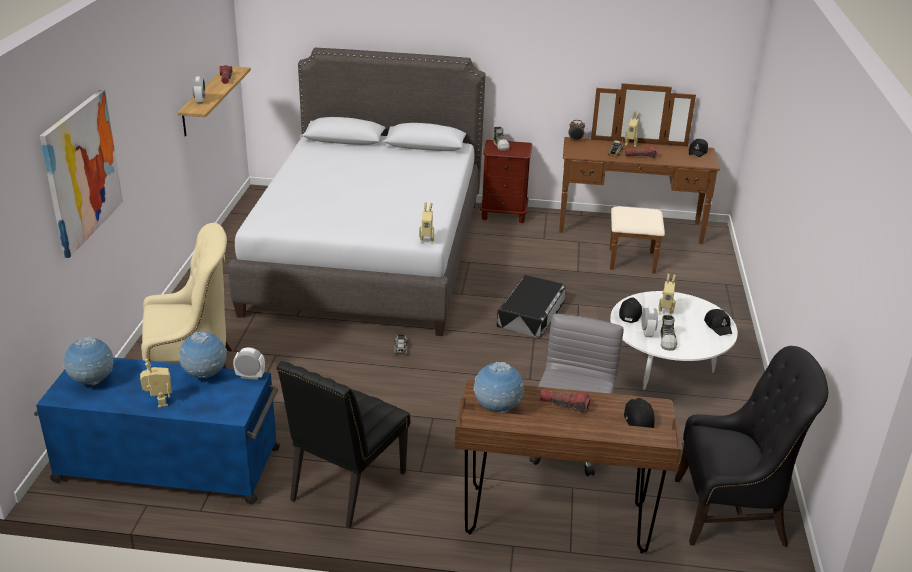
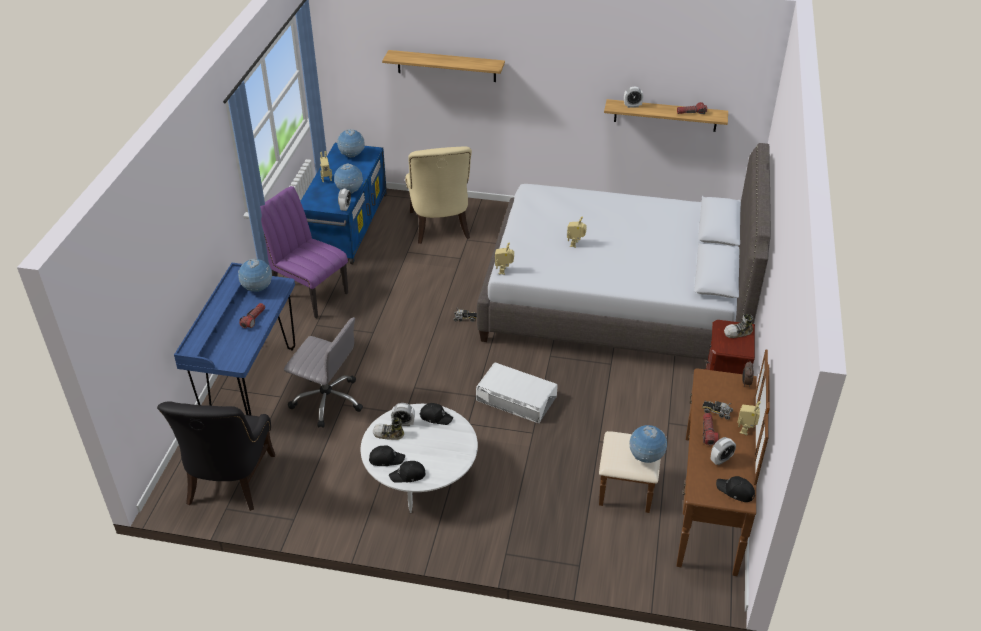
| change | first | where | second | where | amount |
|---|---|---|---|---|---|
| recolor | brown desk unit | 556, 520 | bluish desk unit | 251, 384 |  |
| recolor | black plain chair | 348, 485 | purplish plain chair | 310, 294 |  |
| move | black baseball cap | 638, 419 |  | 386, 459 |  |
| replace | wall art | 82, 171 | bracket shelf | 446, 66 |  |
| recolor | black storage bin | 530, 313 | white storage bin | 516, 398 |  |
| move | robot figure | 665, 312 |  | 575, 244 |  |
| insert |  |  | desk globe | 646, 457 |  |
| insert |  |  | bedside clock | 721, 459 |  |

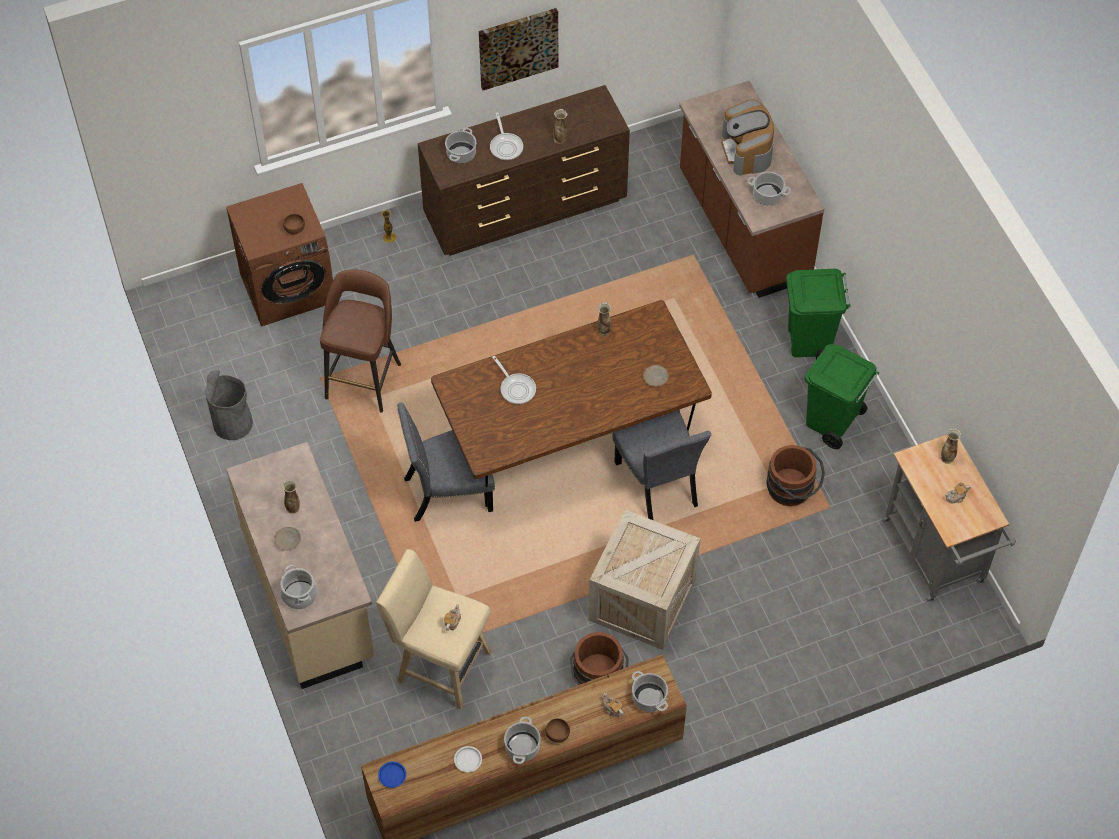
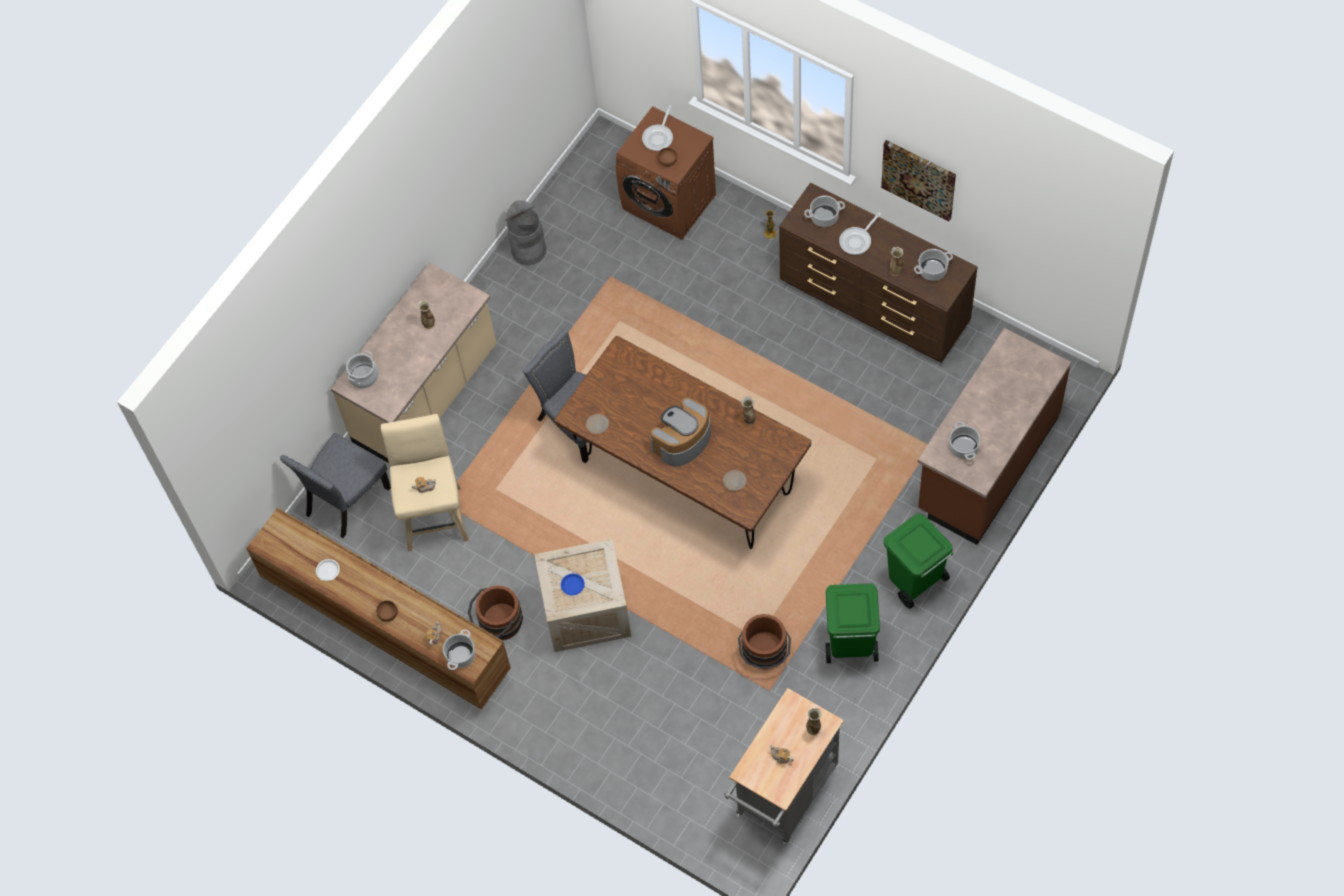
| change | first | where | second | where | amount |
|---|---|---|---|---|---|
| move | gray plain chair | 658, 481 |  | 347, 498 |  |
| move | bluish plate | 392, 775 |  | 572, 585 |  |
| move | sand-coloured plate | 288, 540 |  | 598, 425 |  |
| move | skillet | 516, 388 |  | 659, 137 |  |
| move | coffee brewer | 747, 150 |  | 682, 441 |  |
| move | saucepot | 522, 746 |  | 933, 270 |  |
| delete | brown stool seat | 364, 379 |  |  |  |

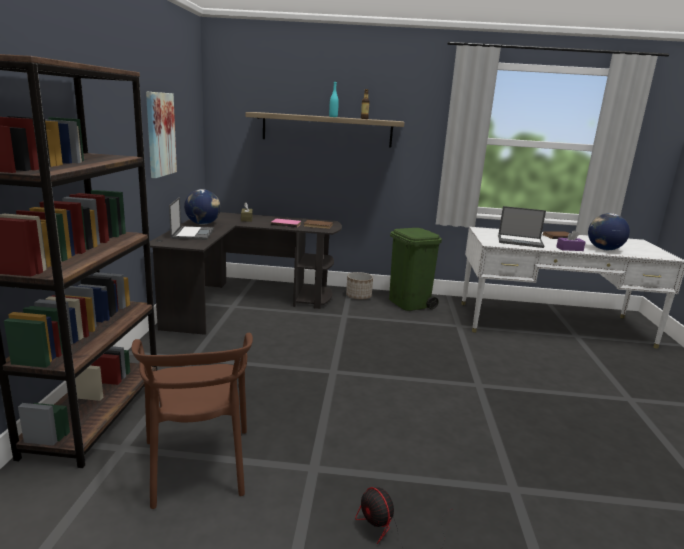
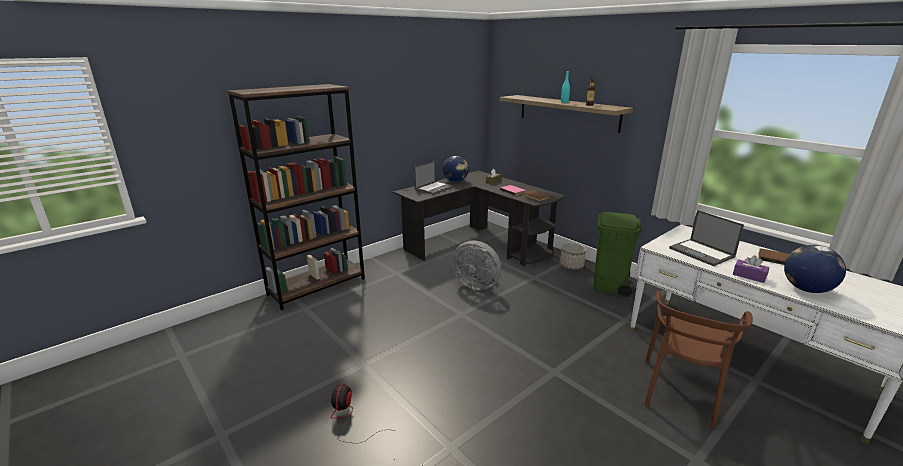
| change | first | where | second | where | amount |
|---|---|---|---|---|---|
| insert |  |  | gray fan | 476, 284 |  |
| move | brown plain chair | 198, 465 |  | 681, 391 |  |
| delete | wall art | 160, 134 |  |  |  |

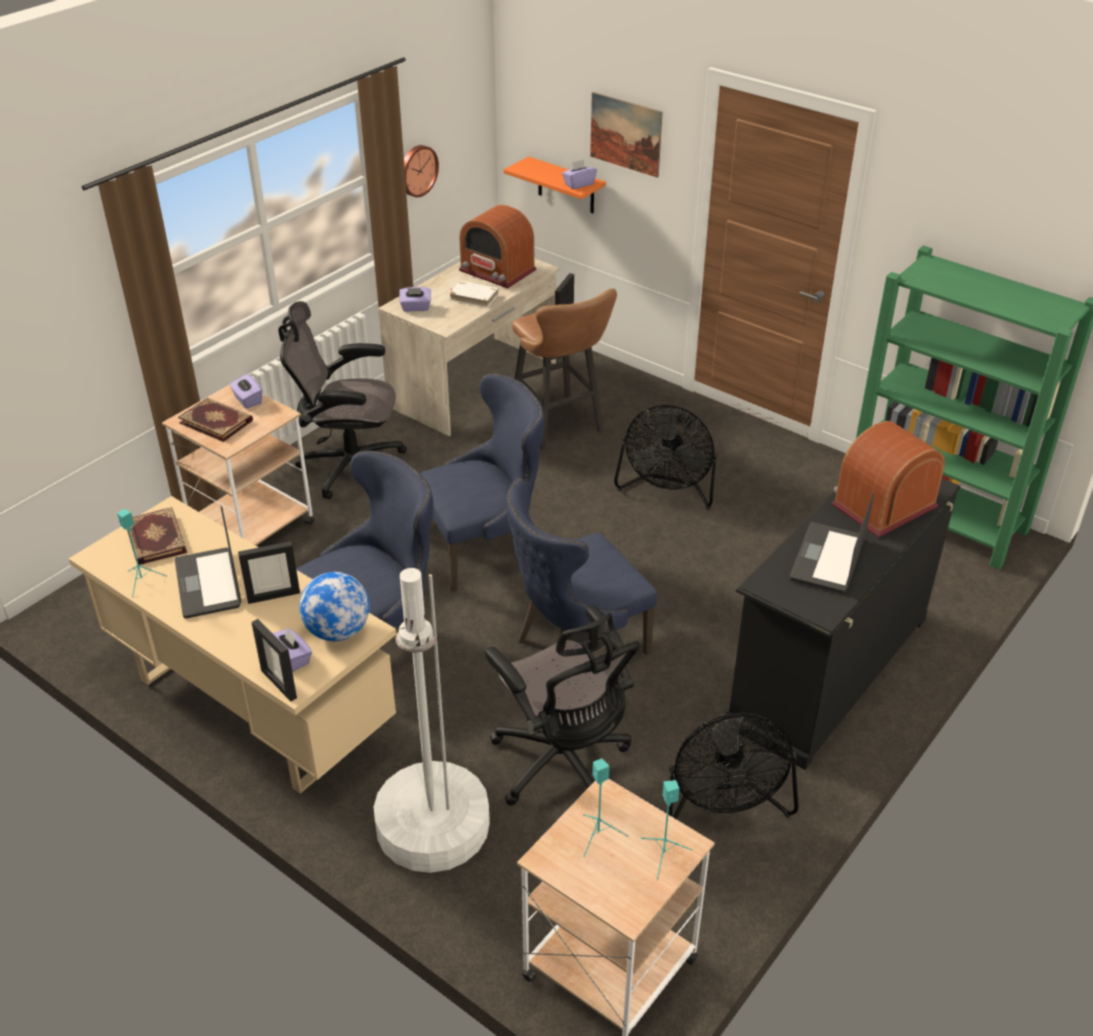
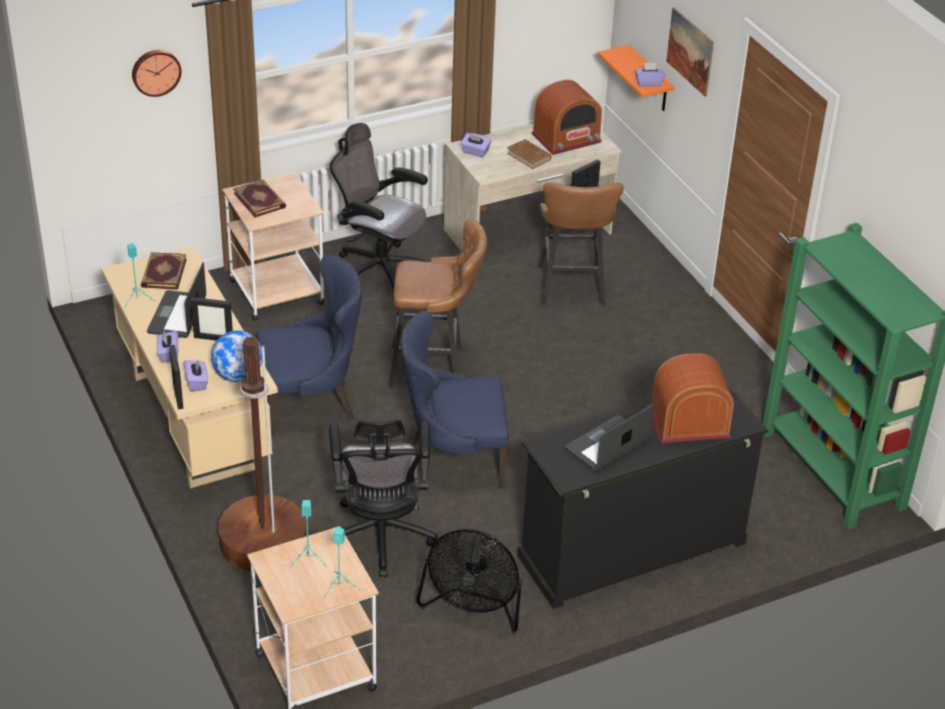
| change | first | where | second | where | amount |
|---|---|---|---|---|---|
| move | clock on the wall | 417, 170 |  | 155, 72 |  |
| move | purplish box of tissues | 247, 400 |  | 168, 354 |  |
| recolor | white floor lamp | 432, 826 | brown floor lamp | 262, 542 |  |
| replace | bluish plain chair | 484, 549 | brown stool seat | 436, 368 |  |
| recolor | white volume | 473, 297 | brown volume | 528, 156 |  |
| rotate | radio receiver | 497, 270 |  | 566, 138 | 90 degrees counterclockwise |
| delete | black fan | 665, 487 |  |  |  |

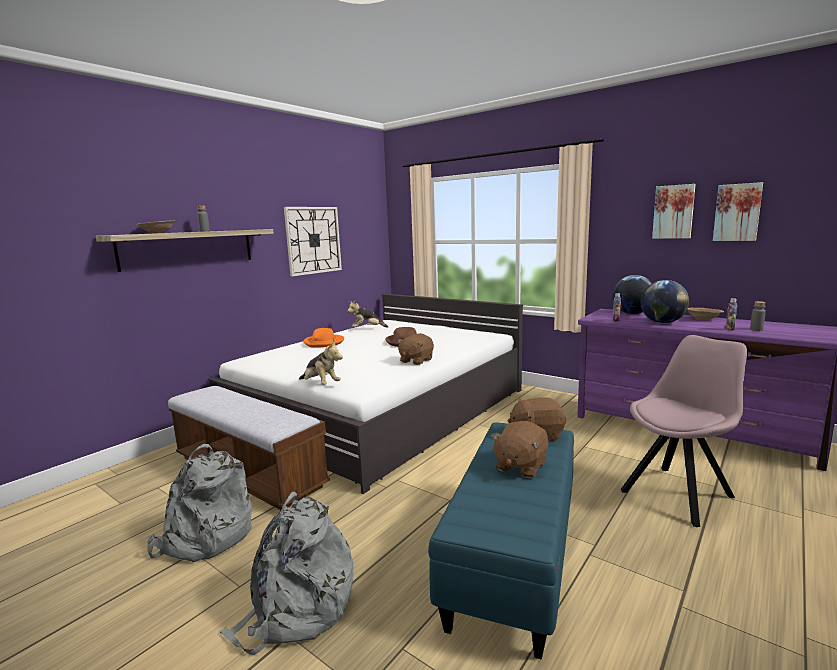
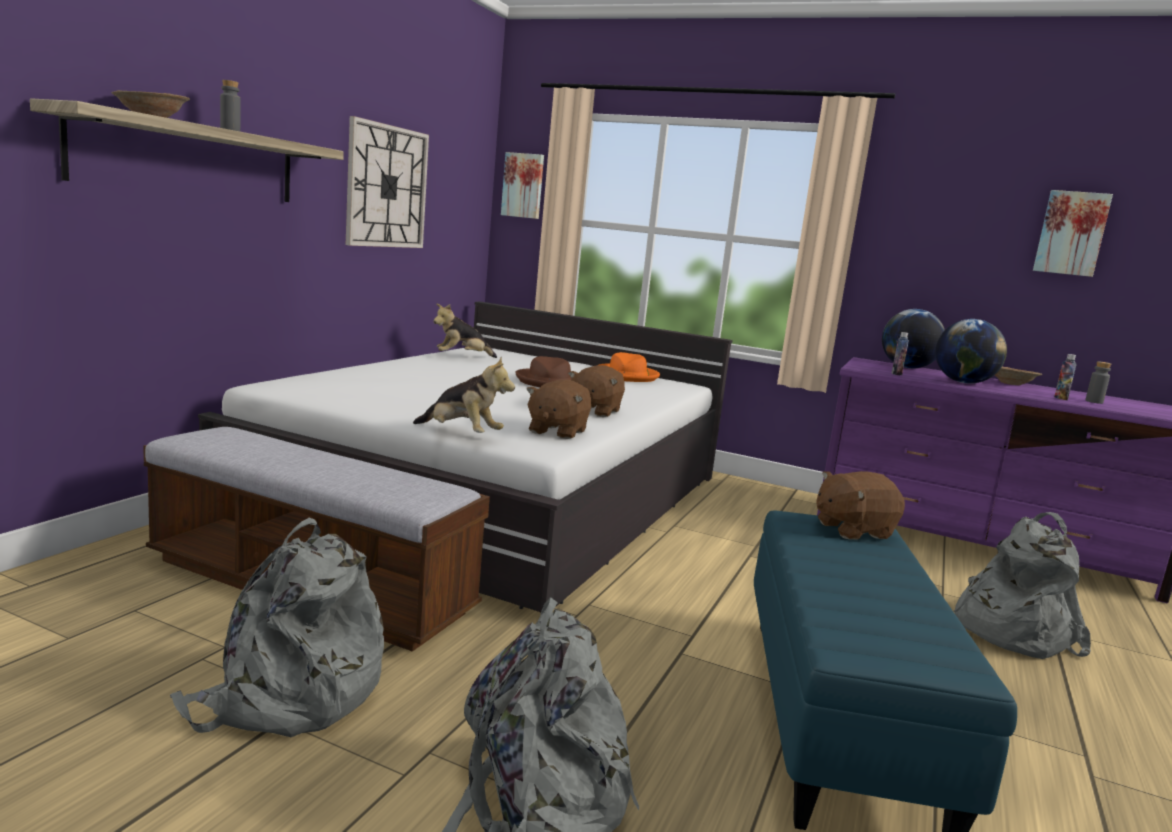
| change | first | where | second | where | amount |
|---|---|---|---|---|---|
| move | wall art | 673, 212 |  | 523, 185 |  |
| move | brown cuddly toy | 520, 466 |  | 557, 431 |  |
| move | orangey hat | 324, 343 |  | 628, 376 |  |
| replace | pinkish plain chair | 678, 494 | gray knapsack | 1009, 630 |  |

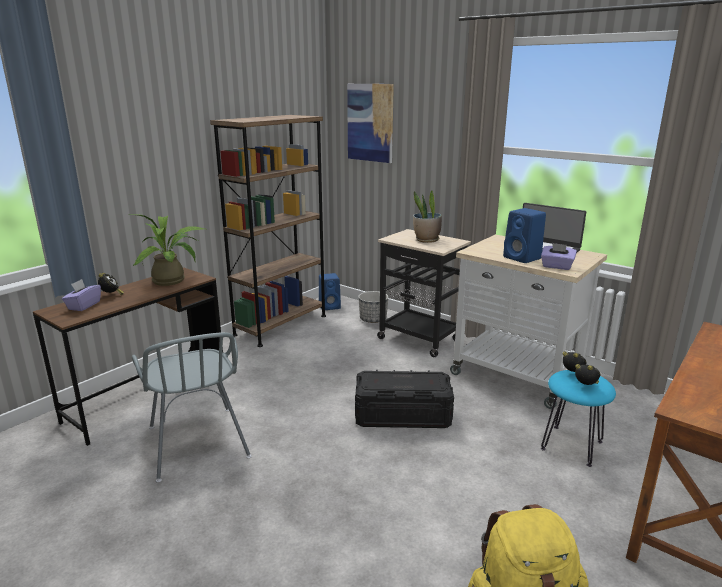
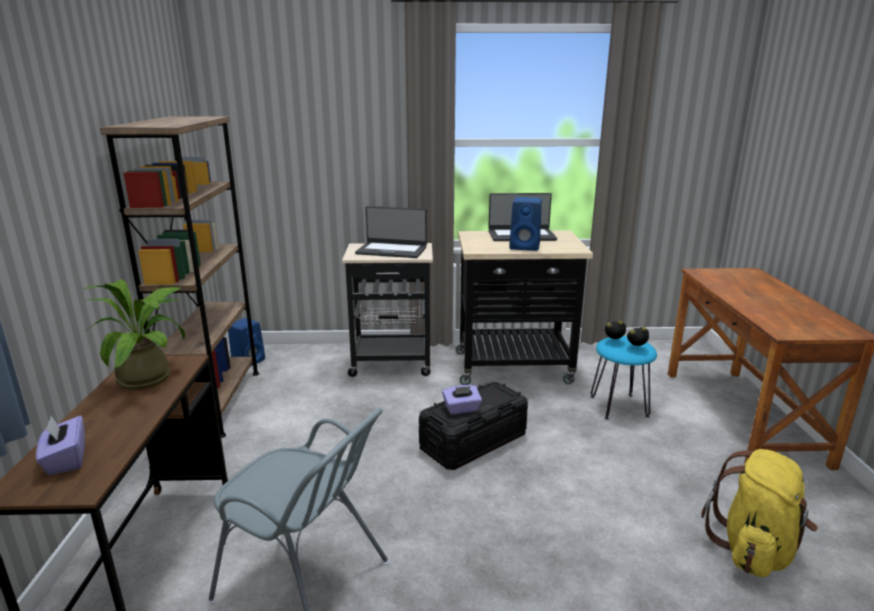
| change | first | where | second | where | amount |
|---|---|---|---|---|---|
| replace | houseplant | 426, 240 | notebook computer | 392, 250 |  |
| move | purplish box of tissues | 556, 266 |  | 461, 409 |  |
| recolor | white wheeled cart | 516, 377 | black wheeled cart | 513, 367 |  |
| delete | bedside clock | 111, 295 |  |  |  |
| delete | wall art | 370, 123 |  |  |  |
| delete | plant pot | 373, 319 |  |  |  |

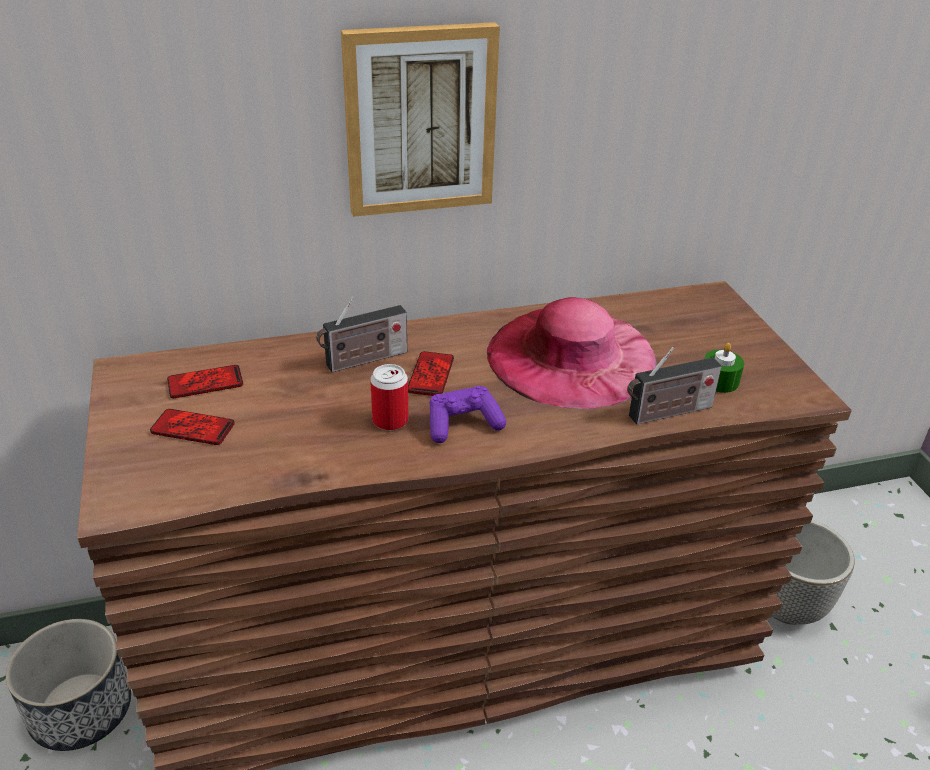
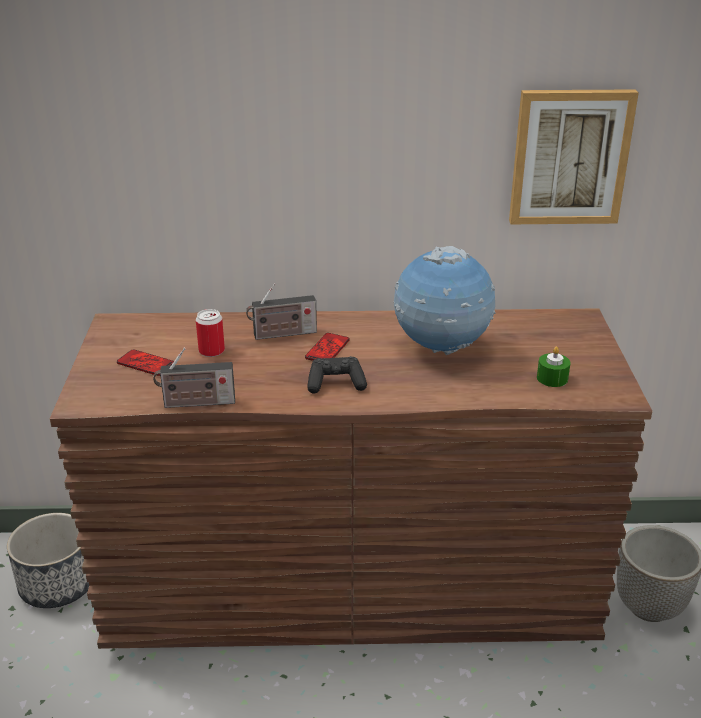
| change | first | where | second | where | amount |
|---|---|---|---|---|---|
| move | radio receiver | 667, 413 |  | 196, 403 |  |
| move | can | 390, 420 |  | 211, 351 |  |
| recolor | purplish joypad | 462, 424 | black joypad | 336, 384 |  |
| replace | pinkish hat | 571, 356 | desk globe | 441, 349 |  |
| move | wall art | 420, 120 |  | 569, 157 |  |
| delete | handset | 205, 383 |  |  |  |

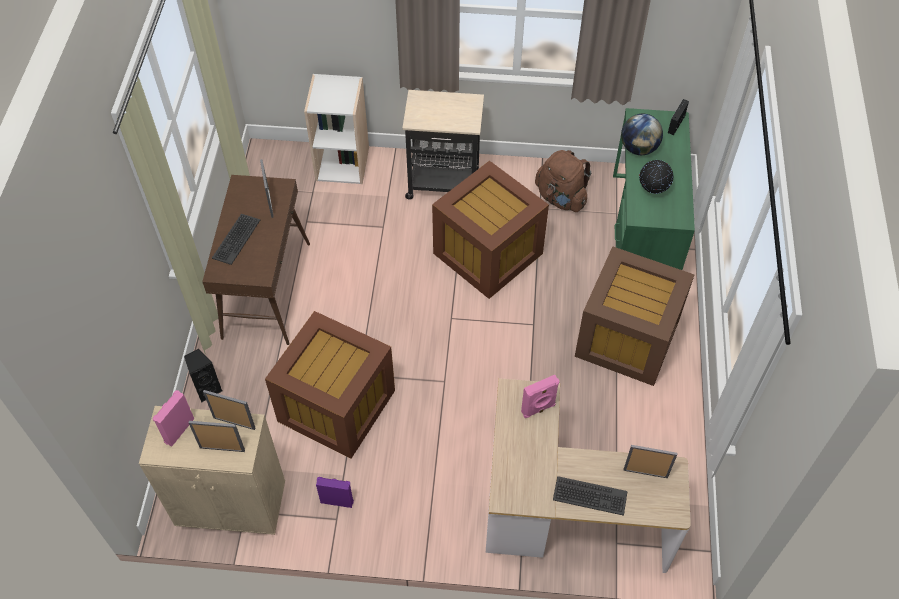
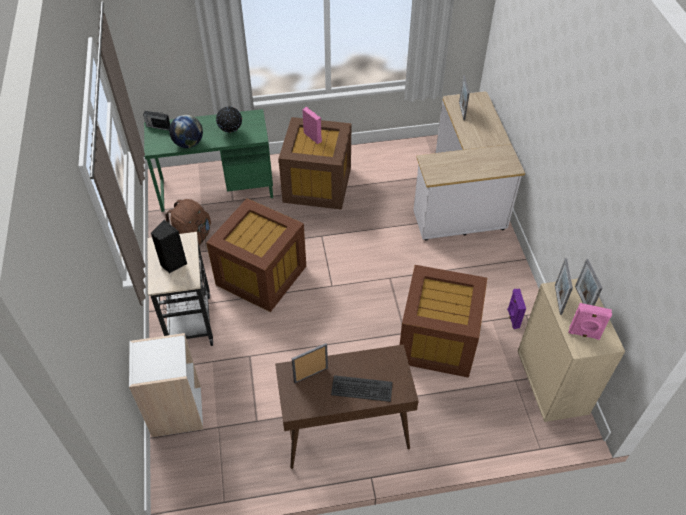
| change | first | where | second | where | amount |
|---|---|---|---|---|---|
| move | black speaker | 207, 389 |  | 173, 263 |  |
| move | pinkish speaker | 538, 409 |  | 313, 137 |  |
| delete | computer keyboard | 589, 496 |  |  |  |

